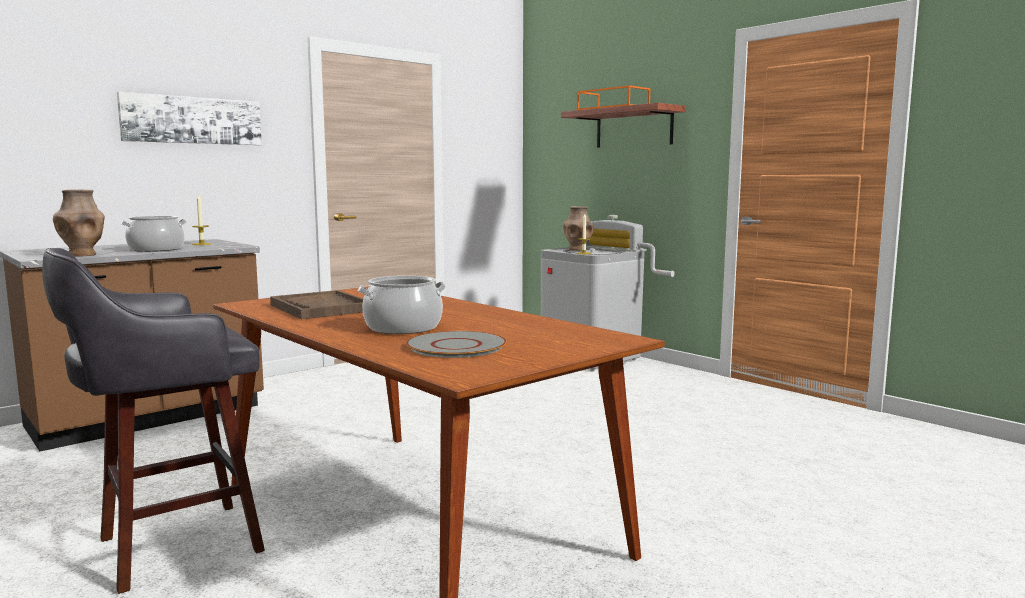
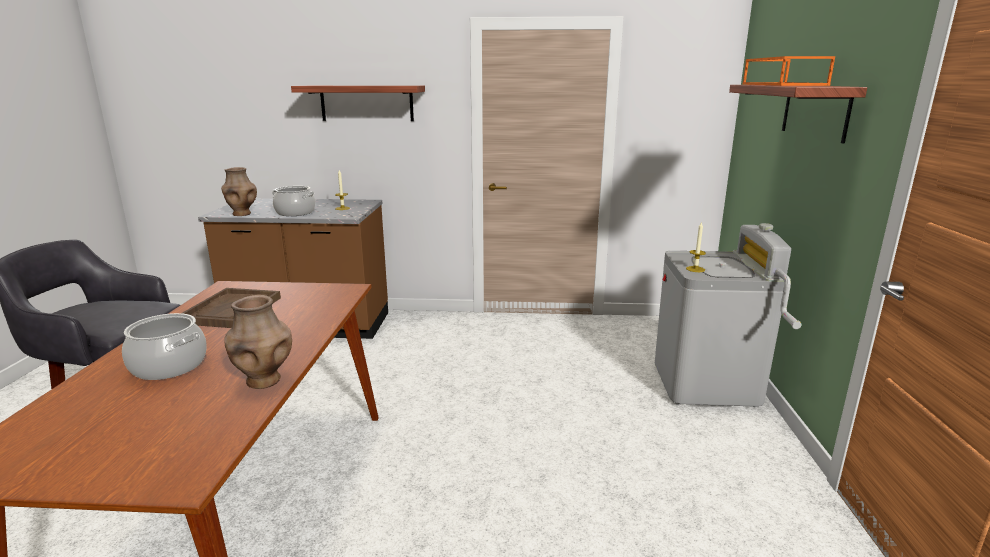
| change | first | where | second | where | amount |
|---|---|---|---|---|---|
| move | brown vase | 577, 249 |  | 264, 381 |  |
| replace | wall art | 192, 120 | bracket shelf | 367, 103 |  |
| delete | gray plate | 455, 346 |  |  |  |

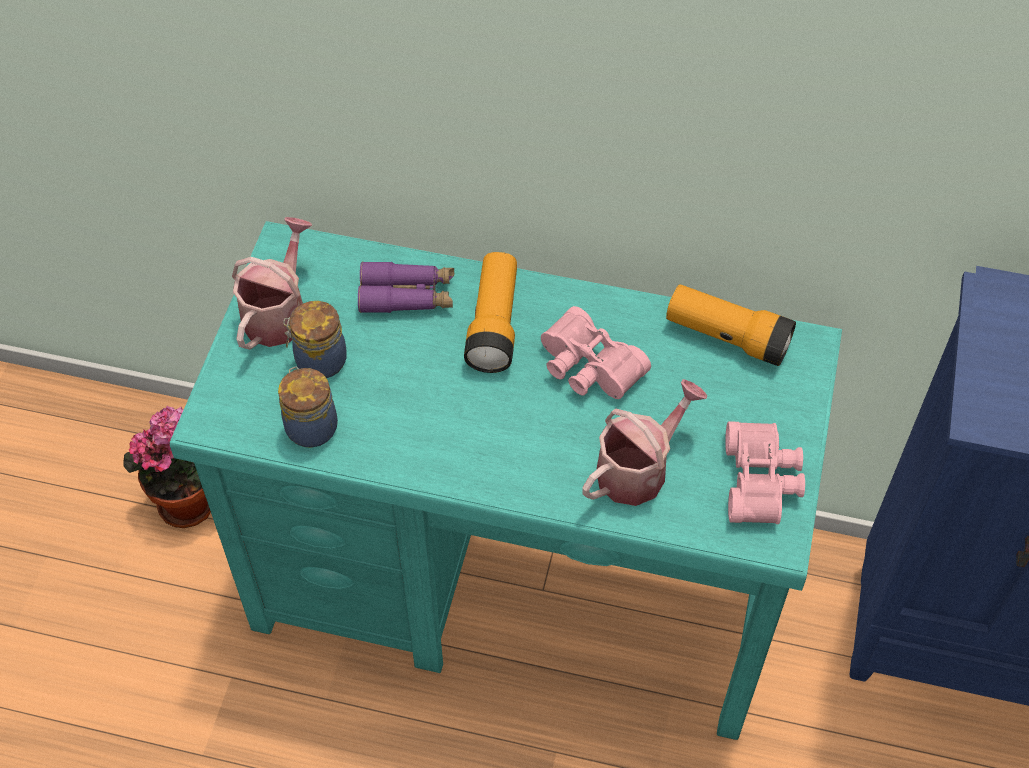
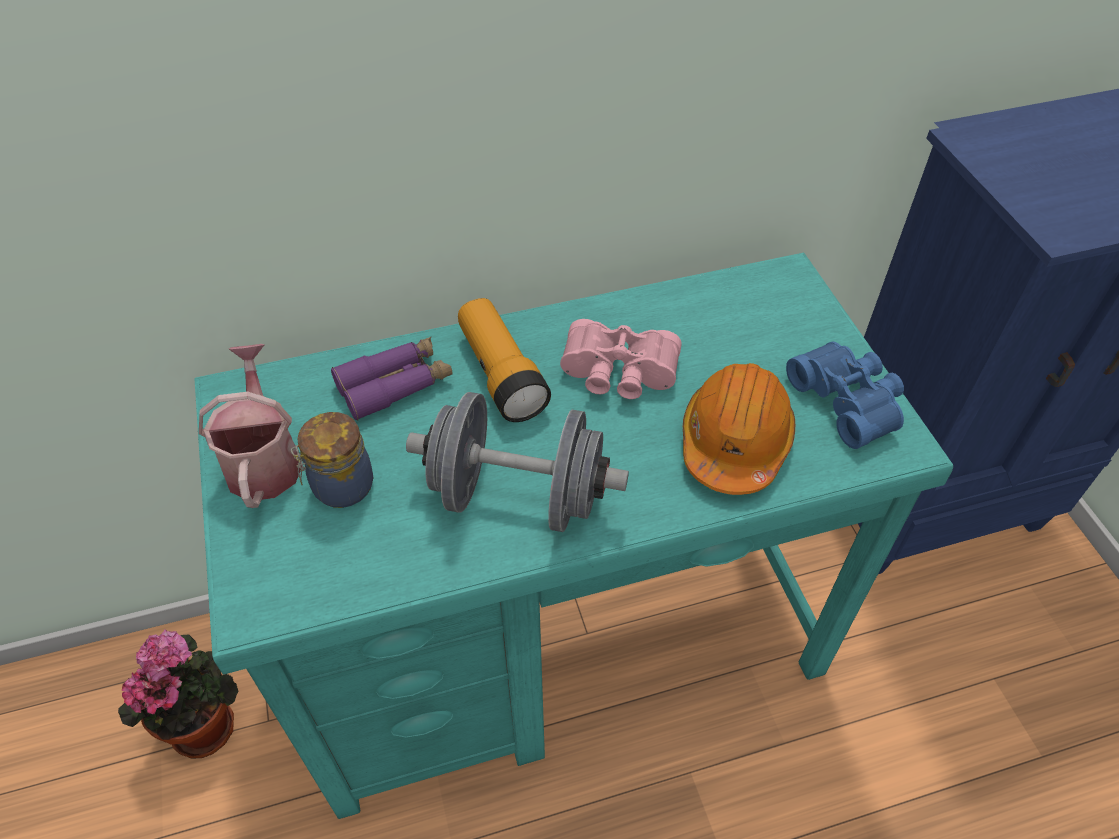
| change | first | where | second | where | amount |
|---|---|---|---|---|---|
| insert |  |  | gray dumbbell | 518, 495 |  |
| replace | watering pot | 638, 468 | orangey hard hat | 734, 441 |  |
| recolor | pinkish pair of binoculars | 762, 481 | bluish pair of binoculars | 848, 401 |  |
| delete | jar | 310, 426 |  |  |  |
| delete | torch | 727, 337 |  |  |  |

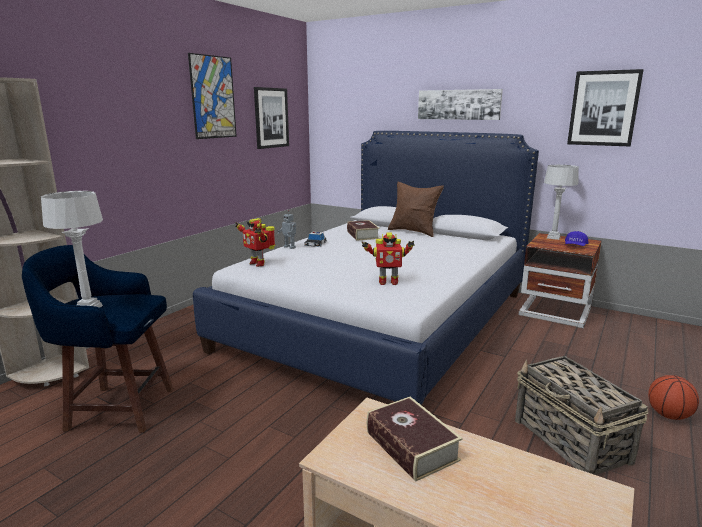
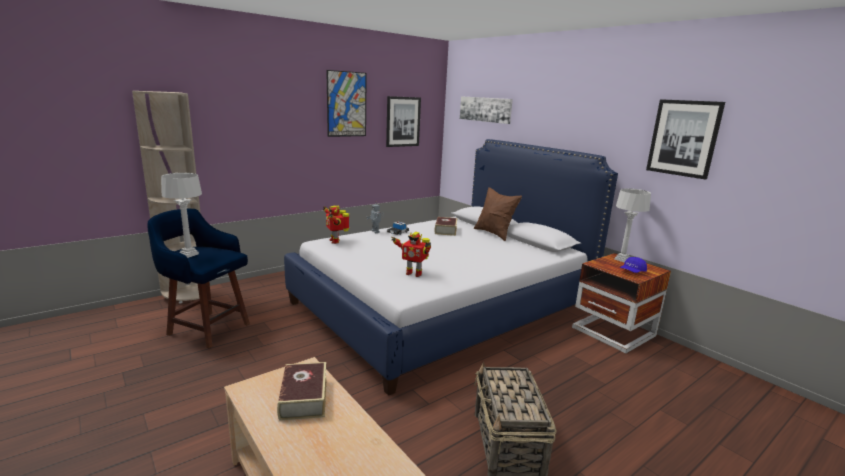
| change | first | where | second | where | amount |
|---|---|---|---|---|---|
| move | wall art | 458, 104 |  | 485, 109 |  |
| delete | basketball ball | 668, 415 |  |  |  |

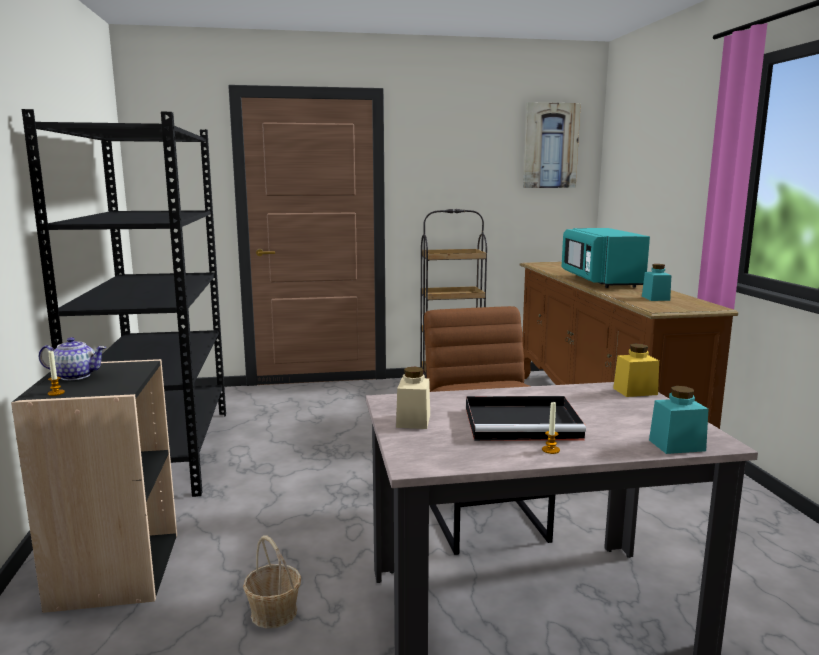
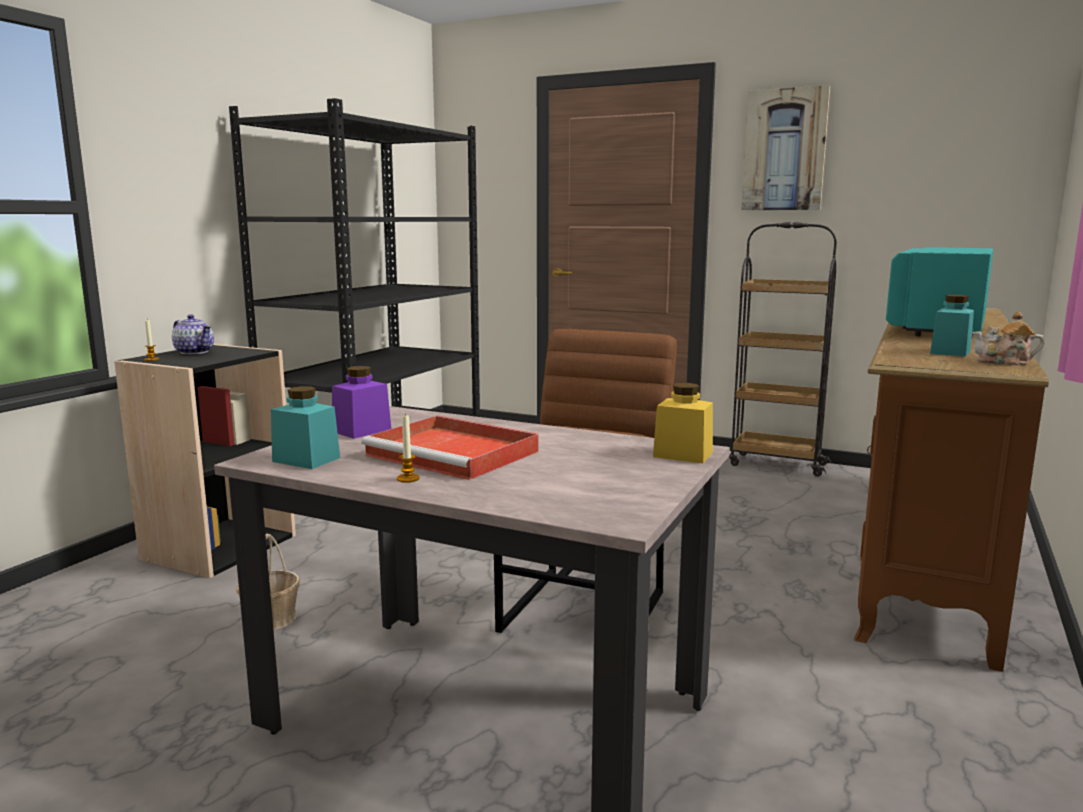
| change | first | where | second | where | amount |
|---|---|---|---|---|---|
| move | turquoise jar | 676, 445 |  | 306, 460 |  |
| recolor | sand-coloured jar | 413, 421 | purplish jar | 362, 430 |  |
| recolor | black tray | 524, 423 | red tray | 455, 454 |  |
| move | wall art | 550, 146 |  | 784, 150 |  |
| insert |  |  | tea pot | 1004, 362 |  |

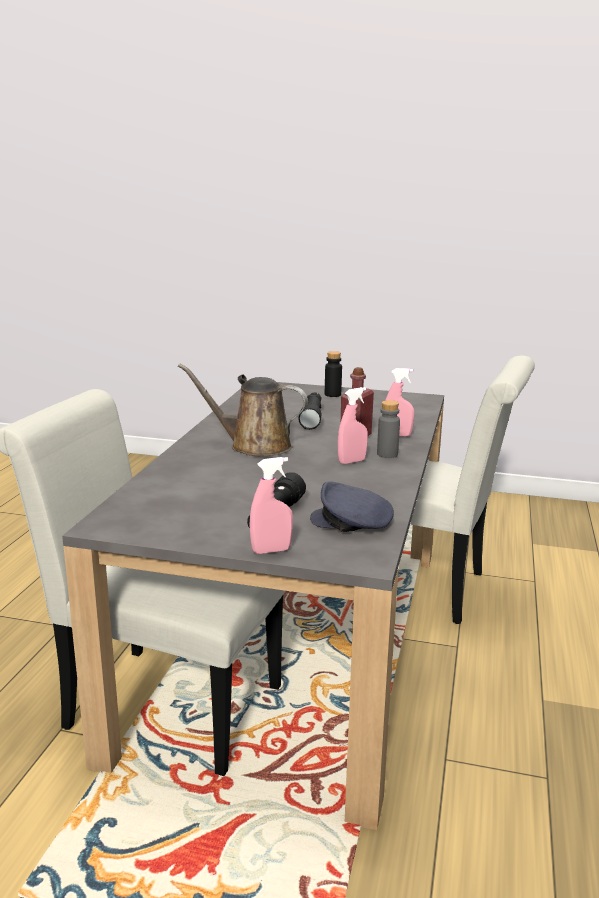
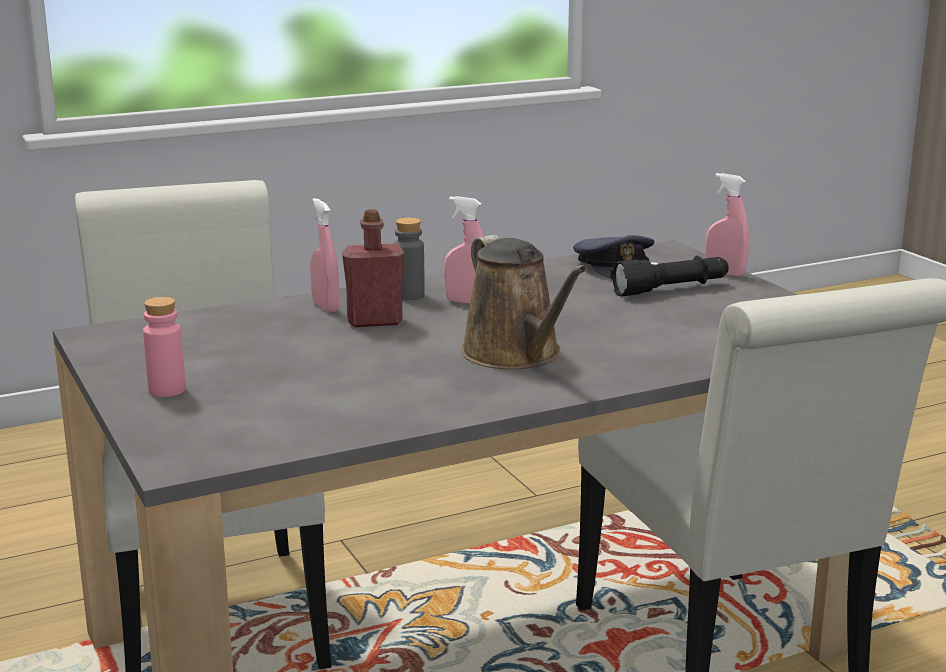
| change | first | where | second | where | amount |
|---|---|---|---|---|---|
| recolor | black beverage bottle | 332, 394 | pinkish beverage bottle | 167, 390 |  |
| delete | black torch | 312, 418 |  |  |  |

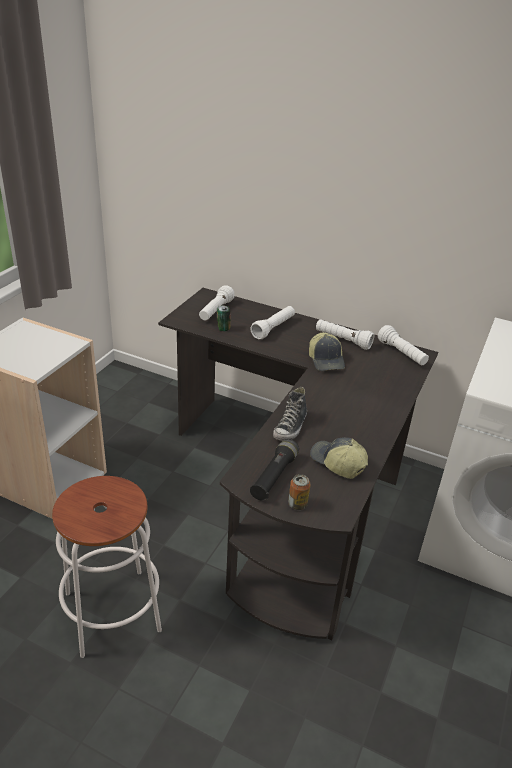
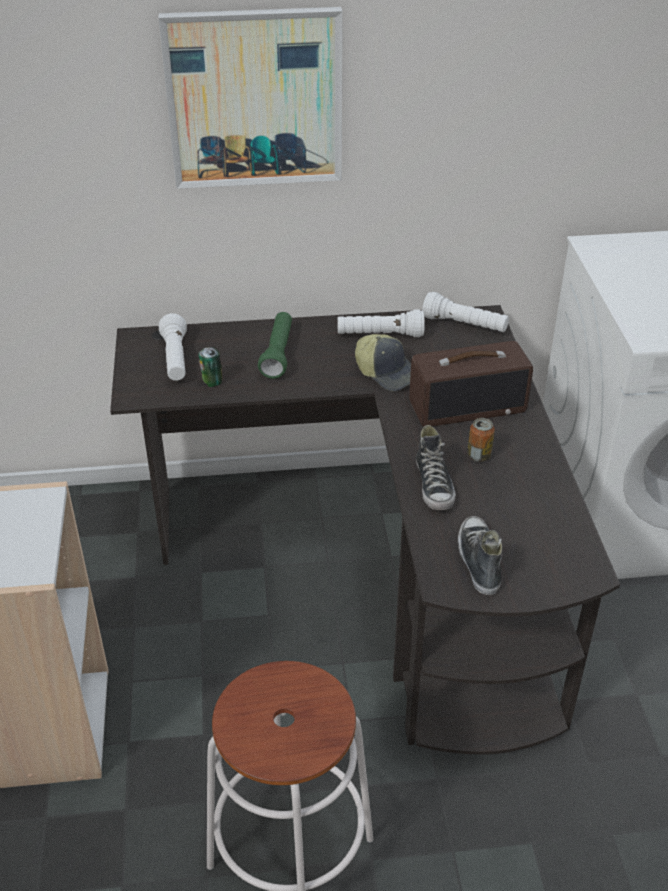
| change | first | where | second | where | amount |
|---|---|---|---|---|---|
| insert |  |  | wall art | 254, 99 |  |
| recolor | white torch | 273, 328 | greenish torch | 278, 354 |  |
| insert |  |  | radio receiver | 468, 406 |  |
| replace | black torch | 274, 476 | item of footwear | 478, 561 |  |
| move | can | 297, 504 |  | 479, 456 |  |
| delete | baseball cap | 337, 463 |  |  |  |

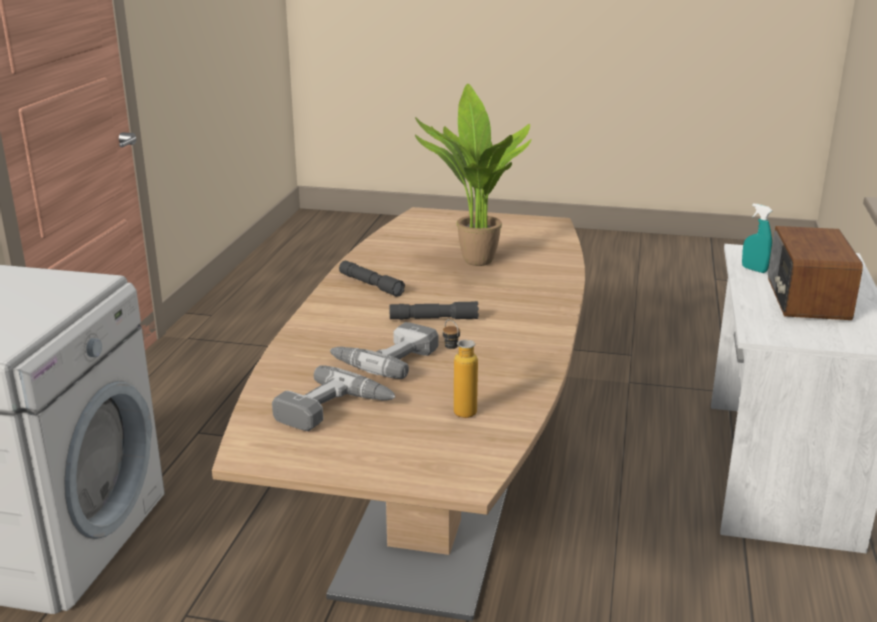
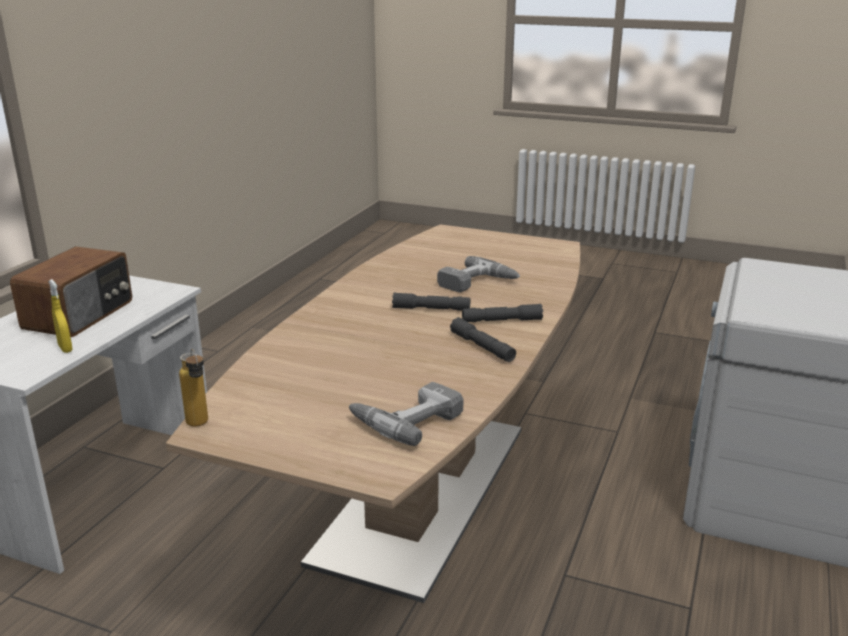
| change | first | where | second | where | amount |
|---|---|---|---|---|---|
| recolor | turquoise sprayer | 754, 270 | yellow sprayer | 65, 348 |  |
| move | beverage bottle | 458, 409 |  | 200, 426 |  |
| move | electric drill | 334, 411 |  | 406, 419 |  |
| insert |  |  | gray torch | 502, 320 |  |
| delete | houseplant | 472, 261 |  |  |  |

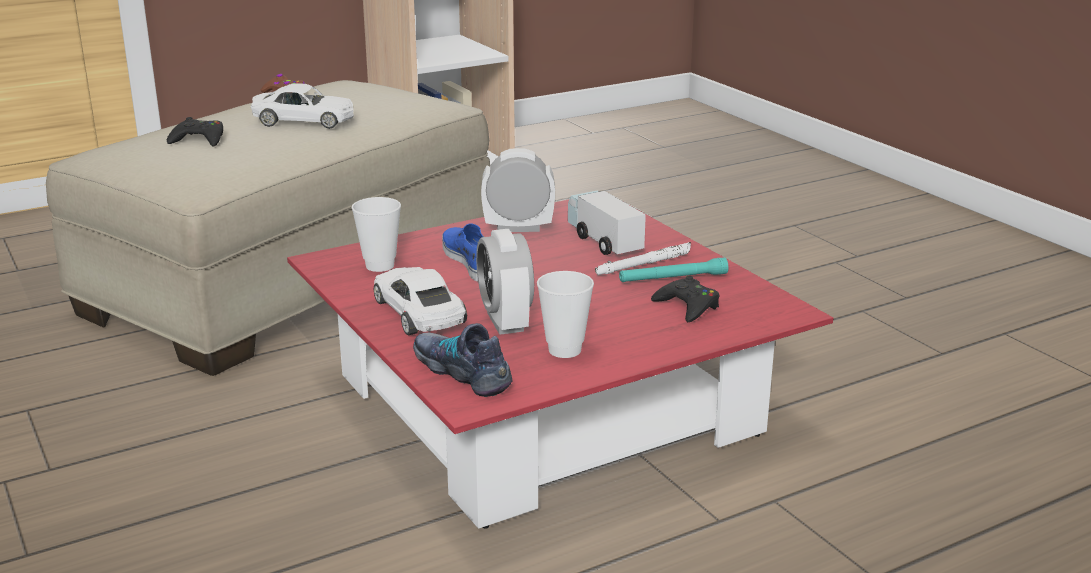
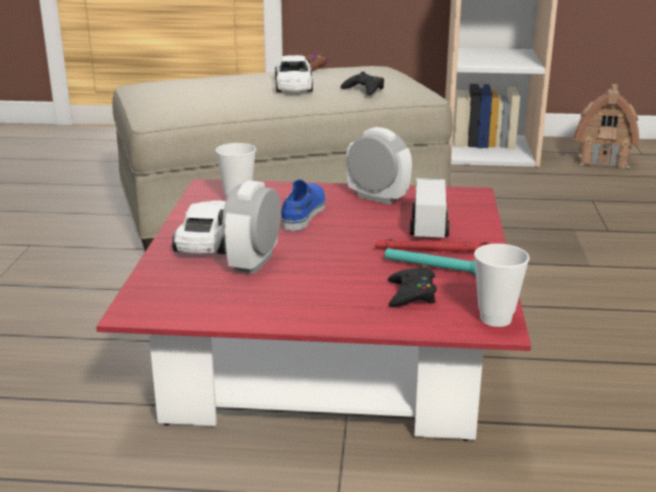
| change | first | where | second | where | amount |
|---|---|---|---|---|---|
| rotate | white miniature car | 304, 121 |  | 294, 85 | 45 degrees clockwise |
| move | black joypad | 199, 140 |  | 364, 89 |  |
| recolor | white torch | 645, 264 | red torch | 431, 251 |  |
| move | cup | 564, 350 |  | 495, 319 |  |
| insert |  |  | miniature house | 602, 159 |  |
| delete | item of footwear | 463, 372 |  |  |  |

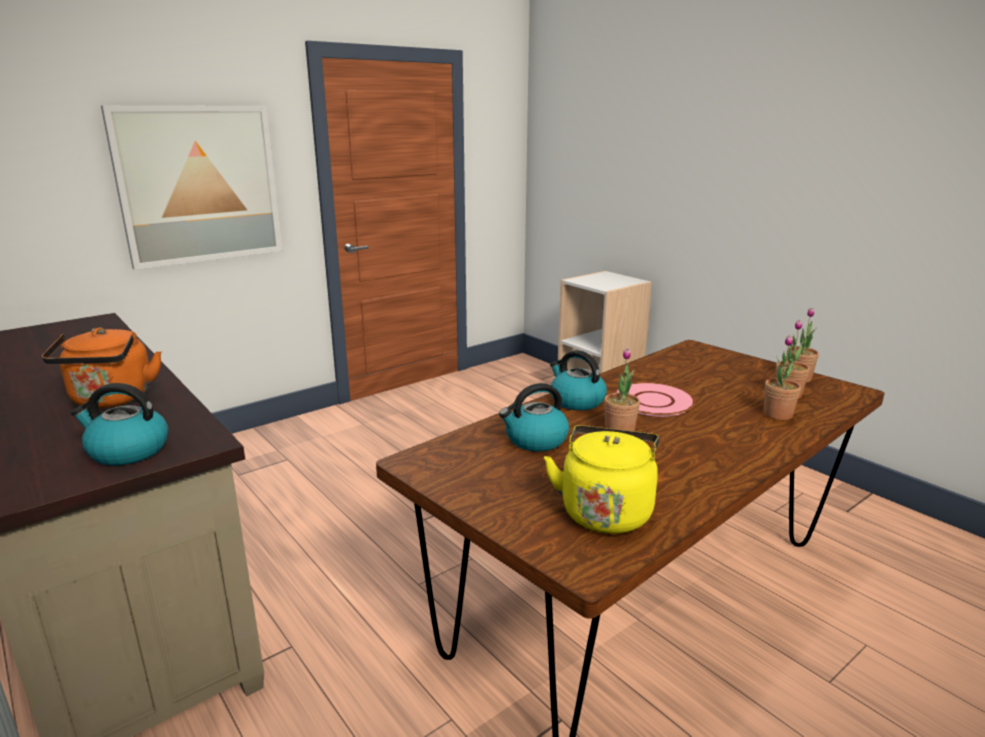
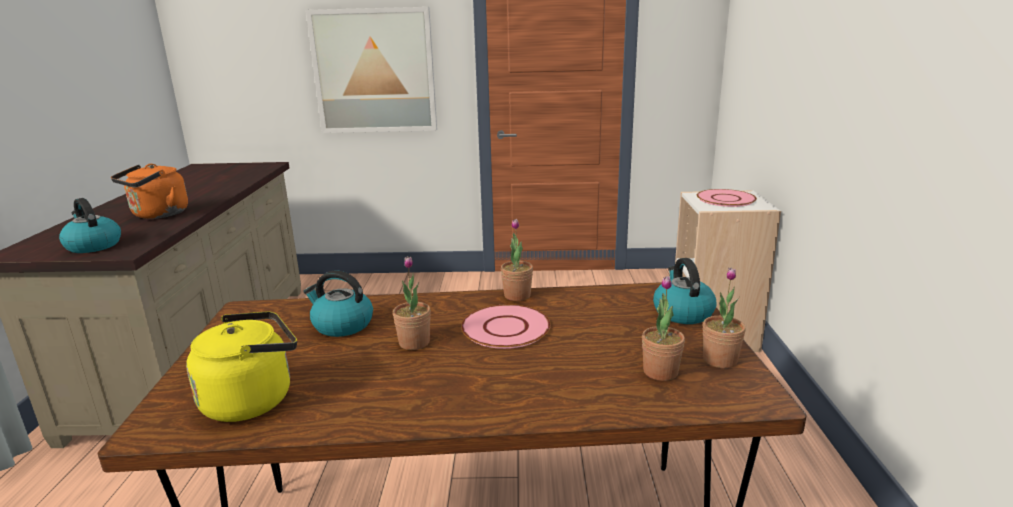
| change | first | where | second | where | amount |
|---|---|---|---|---|---|
| move | houseplant | 777, 415 |  | 517, 295 |  |
| move | kettle | 576, 401 |  | 682, 312 |  |
| insert |  |  | pinkish plate | 726, 199 |  |

